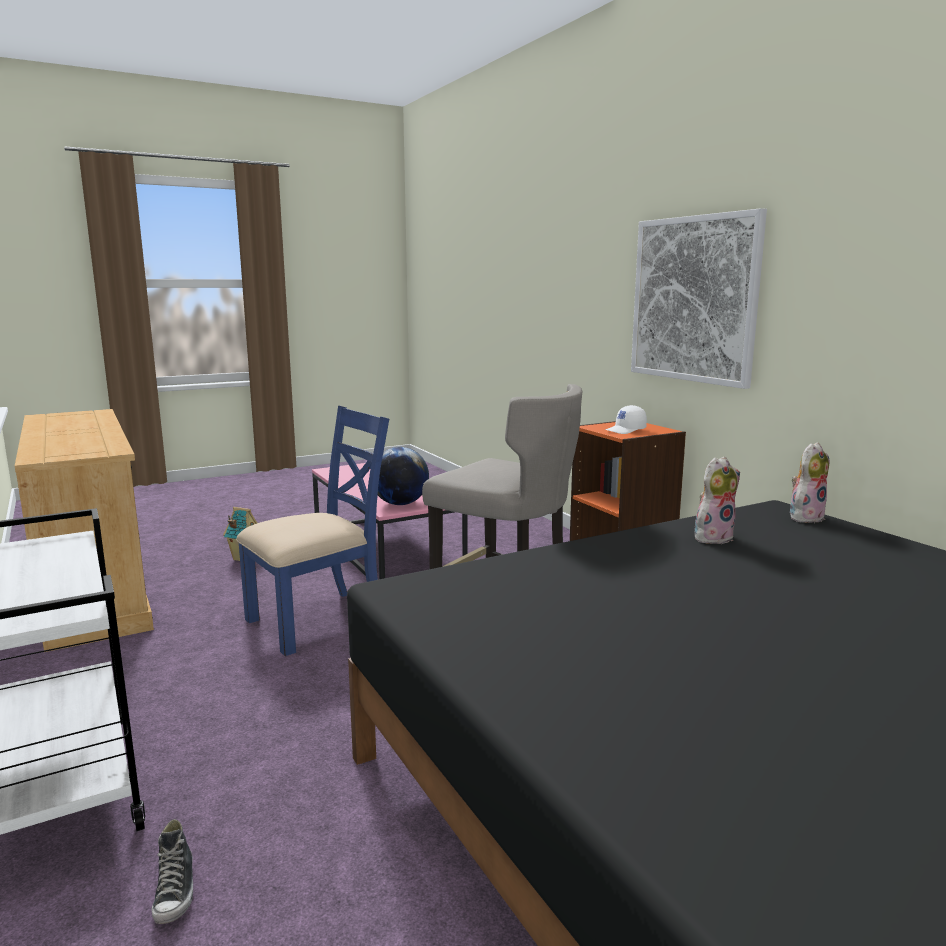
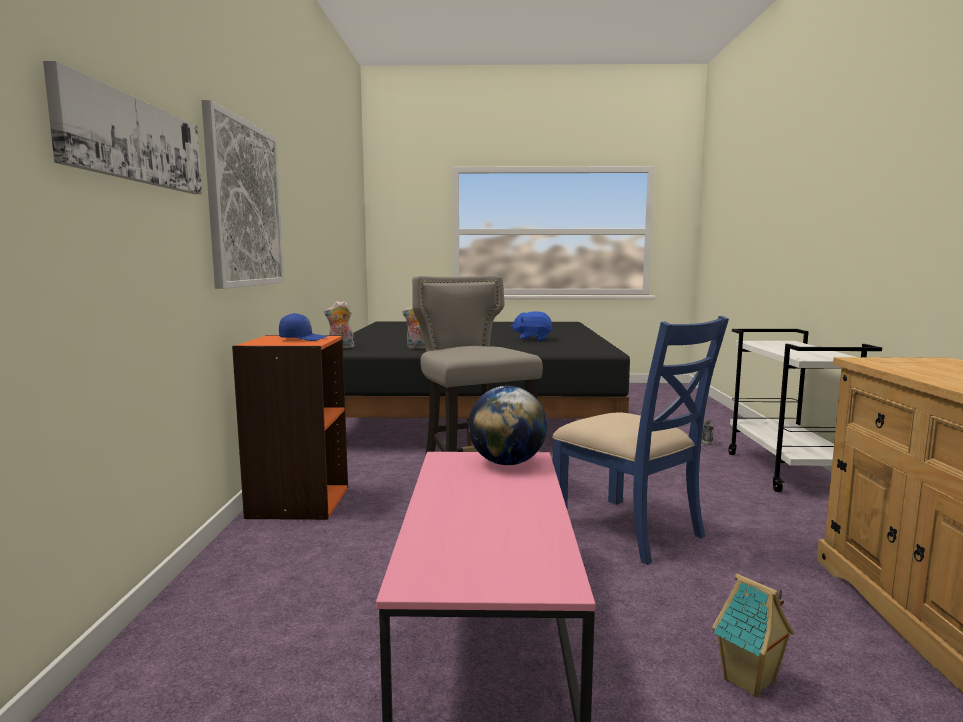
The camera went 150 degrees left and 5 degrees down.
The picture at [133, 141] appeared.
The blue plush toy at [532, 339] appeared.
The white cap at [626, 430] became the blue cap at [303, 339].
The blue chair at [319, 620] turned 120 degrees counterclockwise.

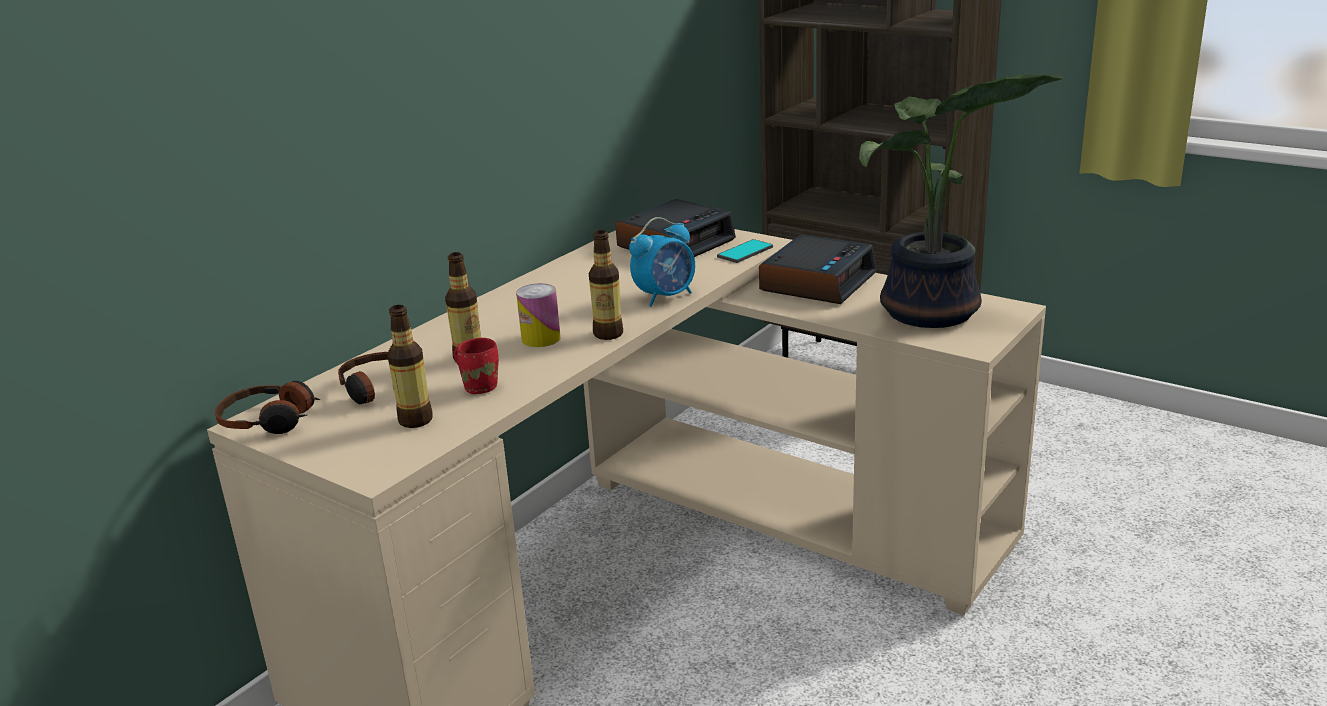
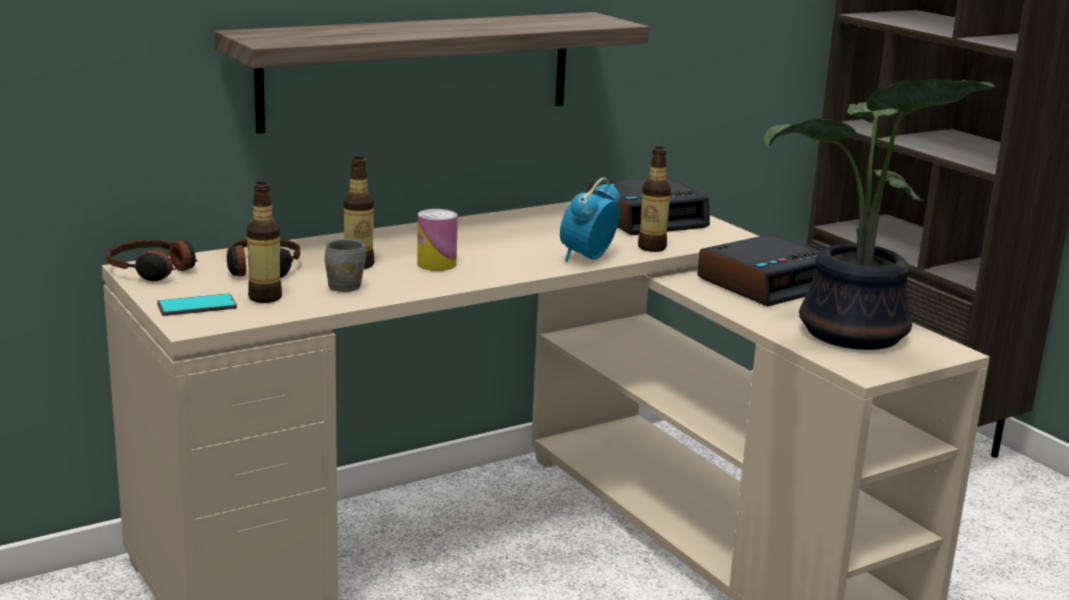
The camera went 20 degrees right and 5 degrees down.
The shelf at [419, 69] appeared.
The bottle moved from [608, 334] to [652, 247].
The phone moved from [745, 252] to [197, 306].
The red mug at [480, 386] became the grey mug at [345, 286].
The alarm clock at [665, 297] turned 135 degrees clockwise.

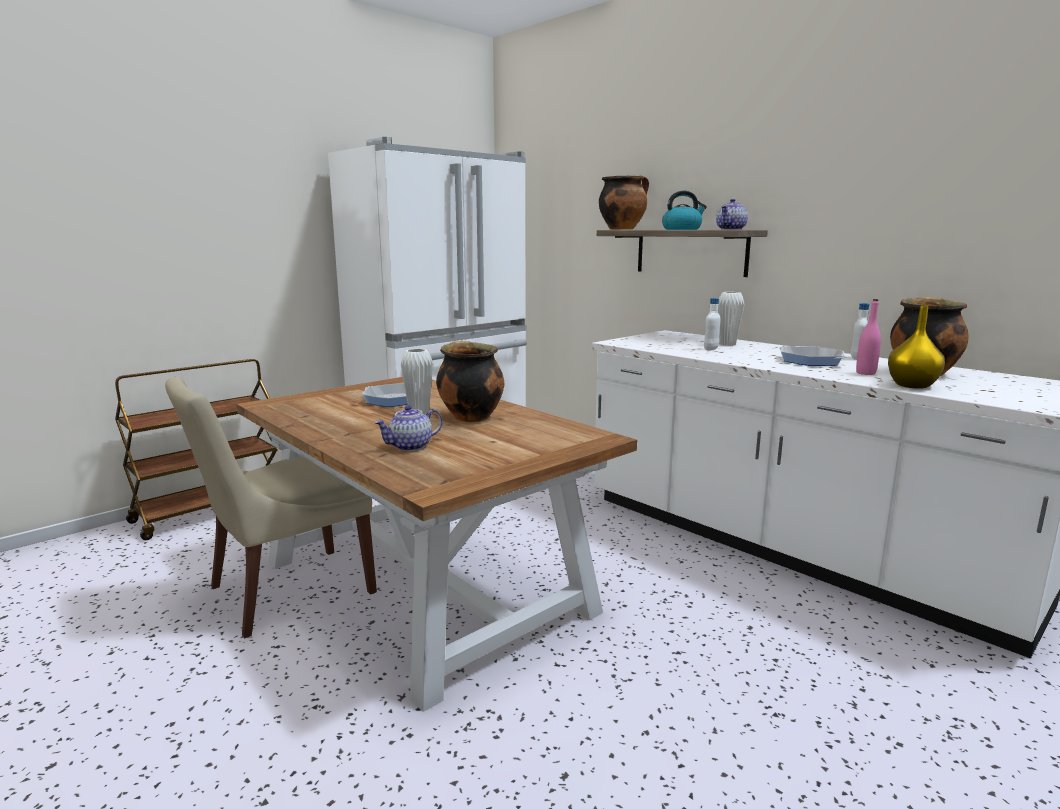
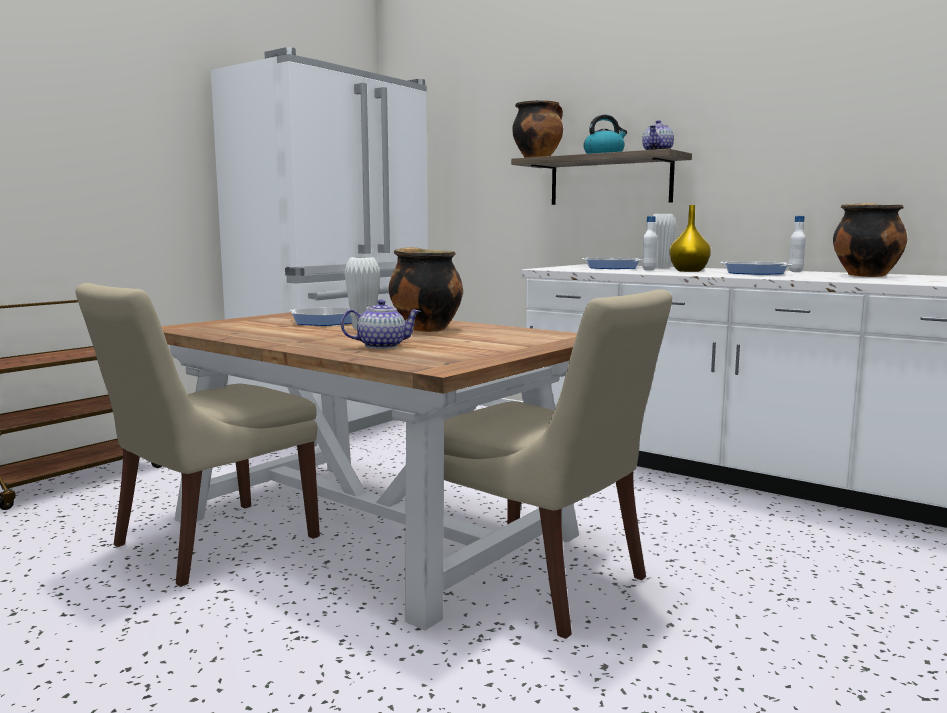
The camera went 10 degrees left and 5 degrees down.
The pink bottle at [865, 373] disappeared.
The beige chair at [542, 583] appeared.
The frying pan at [611, 267] appeared.
The yellow vase moved from [912, 386] to [689, 271].
The teapot at [410, 446] turned 150 degrees counterclockwise.

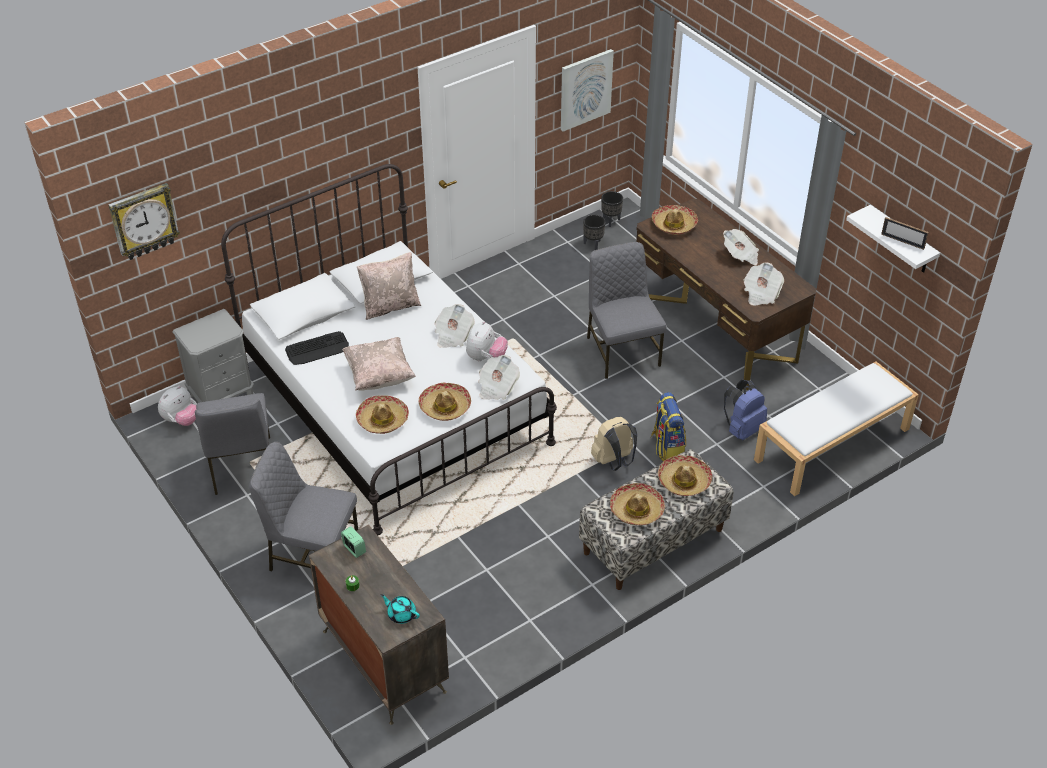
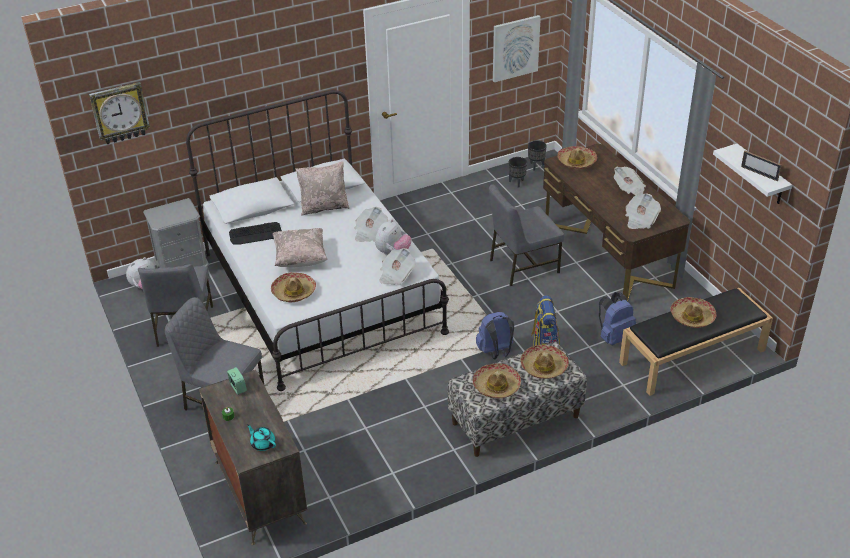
The camera went 10 degrees right and 5 degrees down.
The hat moved from [445, 407] to [692, 317].
The beige backpack at [614, 461] became the blue backpack at [496, 352].
The white bench at [832, 445] became the black bench at [692, 357].
The grey chair at [621, 351] turned 105 degrees counterclockwise.

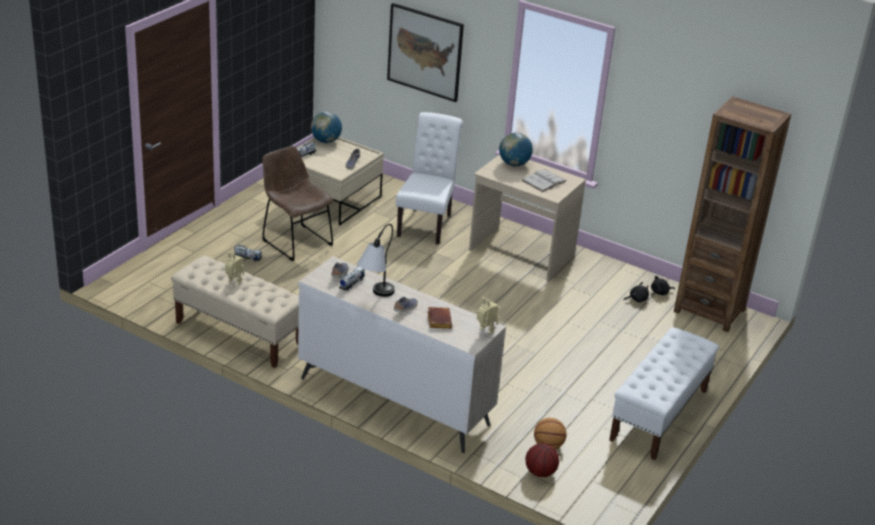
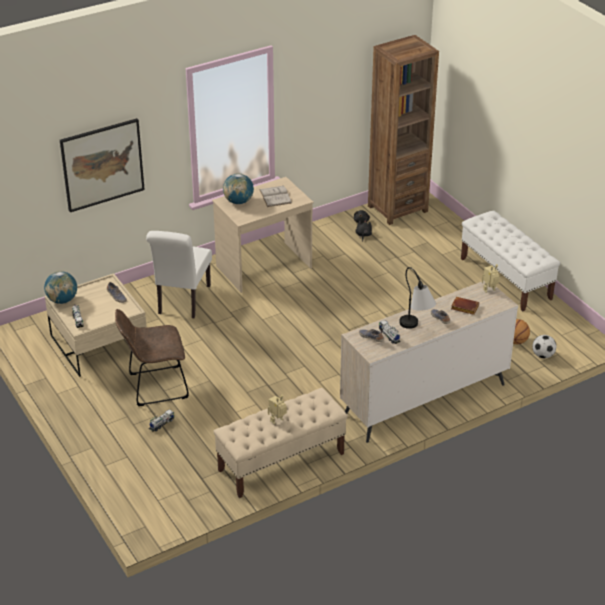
The camera went 60 degrees left and 5 degrees up.
The basketball at [540, 473] was replaced by the football at [543, 355].
The white chair at [426, 223] turned 120 degrees counterclockwise.

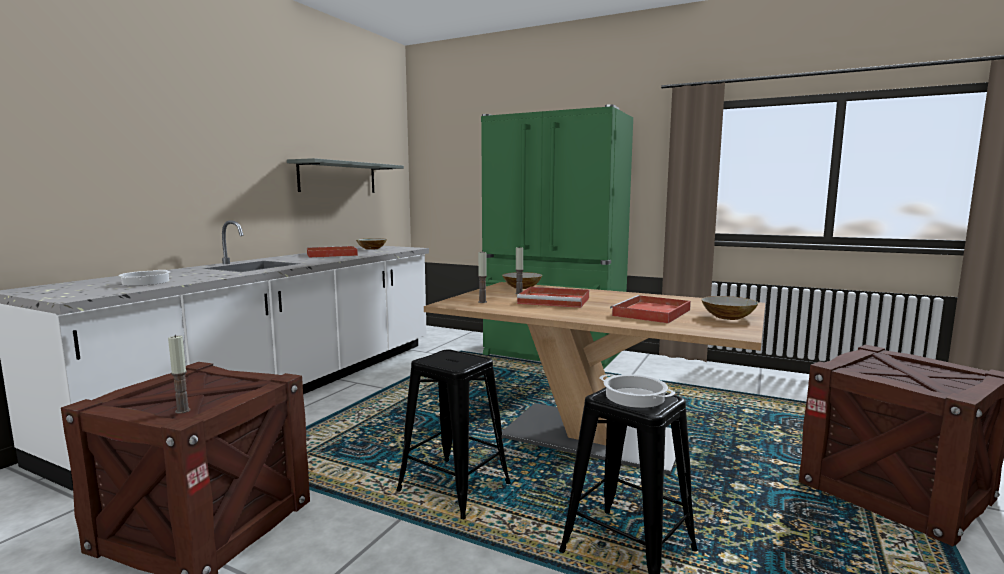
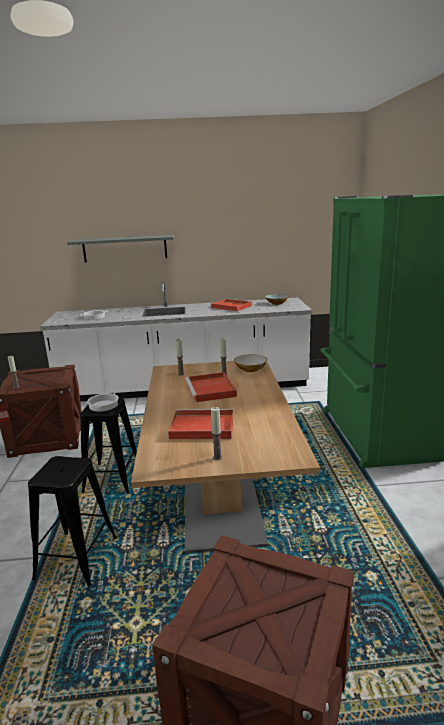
The camera went 60 degrees right and 10 degrees up.
The grey shelf moved from [338, 177] to [125, 248].
The cooking pot moved from [634, 397] to [103, 405].
The bowl at [727, 317] was replaced by the candle at [217, 457].

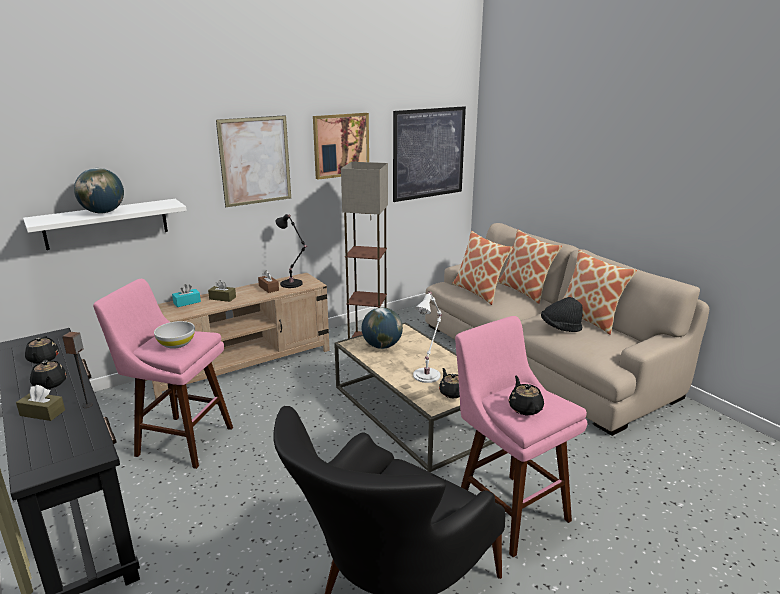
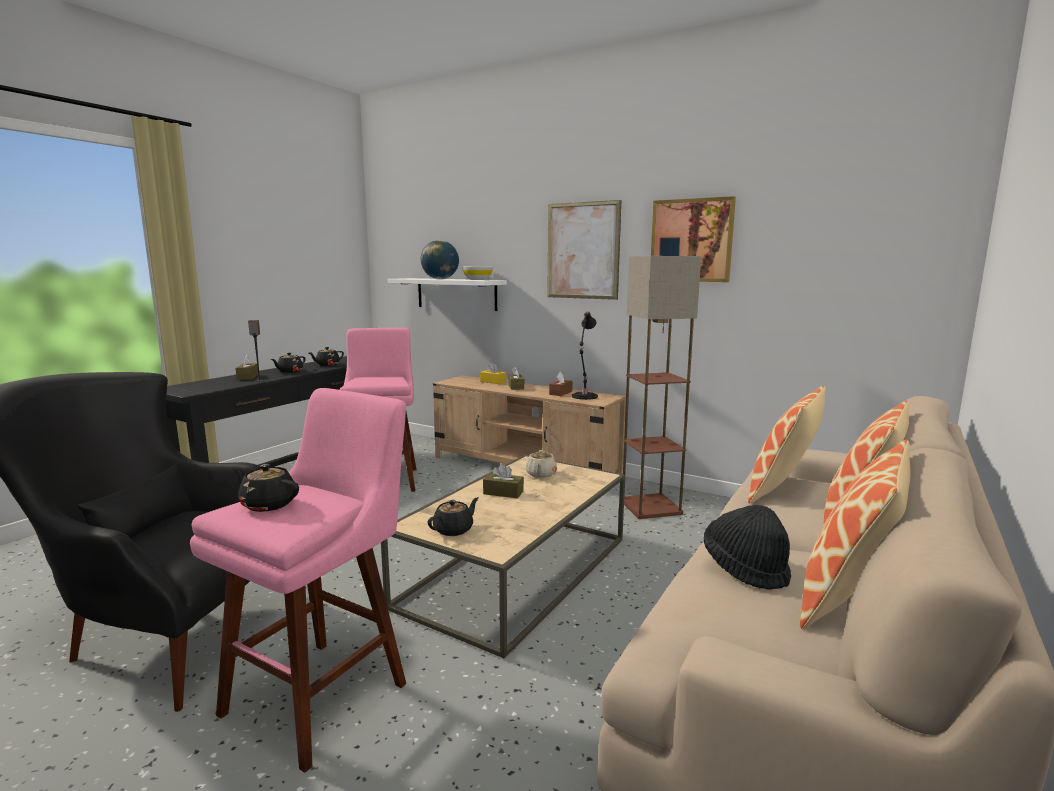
The camera went 65 degrees right and 10 degrees down.
The picture at [428, 153] disappeared.
The white table lamp at [428, 374] disappeared.
The brown tissue box at [503, 492] appeared.
The white bowl moved from [176, 344] to [477, 279].
The globe at [382, 346] was replaced by the beige teapot at [541, 474].
The turquoise tissue box at [187, 302] became the yellow tissue box at [493, 382].
The black teapot at [525, 408] turned 120 degrees counterclockwise.

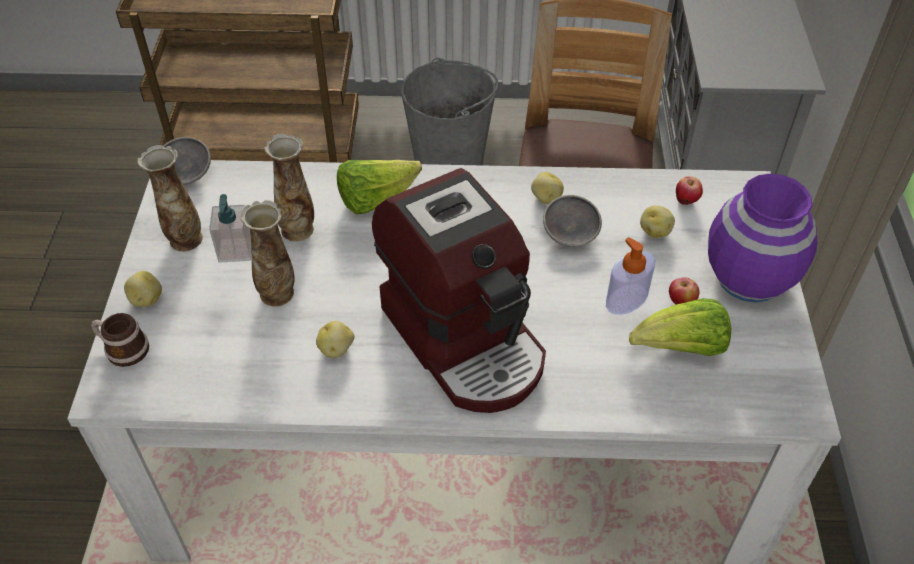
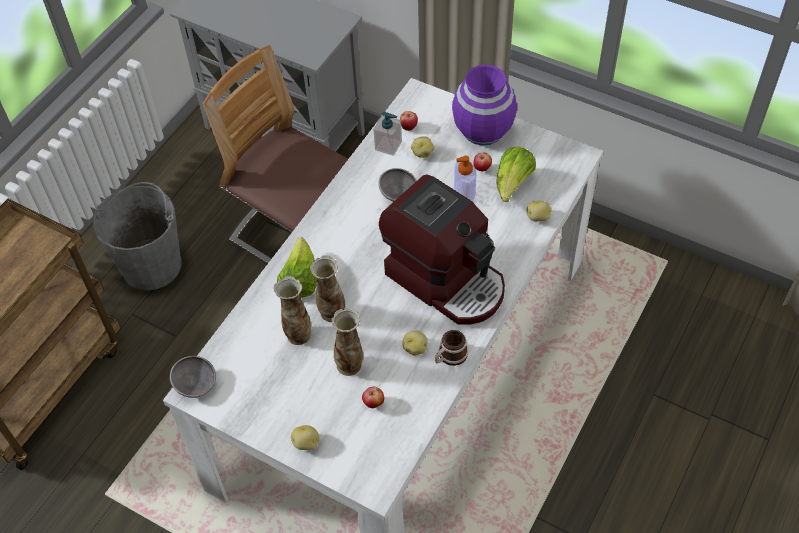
The camera went 60 degrees left and 5 degrees up.
The apple at [373, 403] appeared.
The mug moved from [122, 348] to [449, 356].
The vase moved from [185, 239] to [331, 313].
The soap dispenser moved from [235, 250] to [388, 146].
The potato moved from [546, 198] to [538, 217].
The coffee machine at [466, 338] turned 45 degrees clockwise.

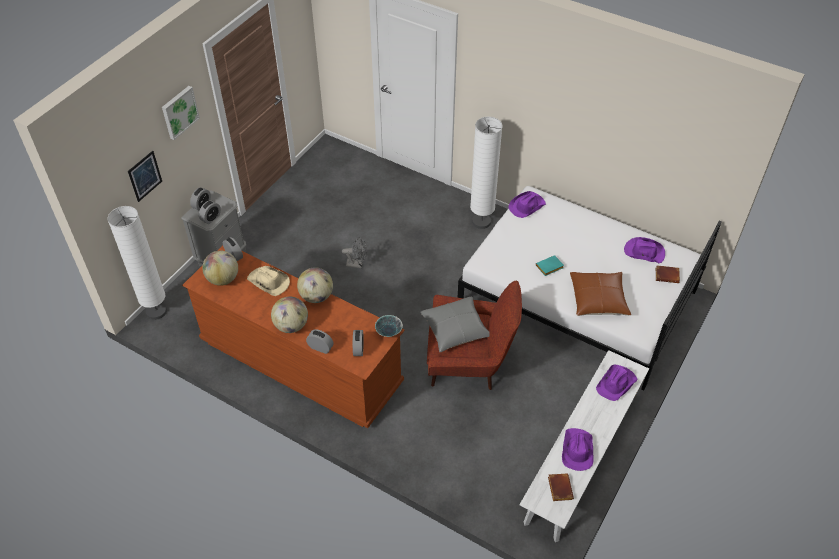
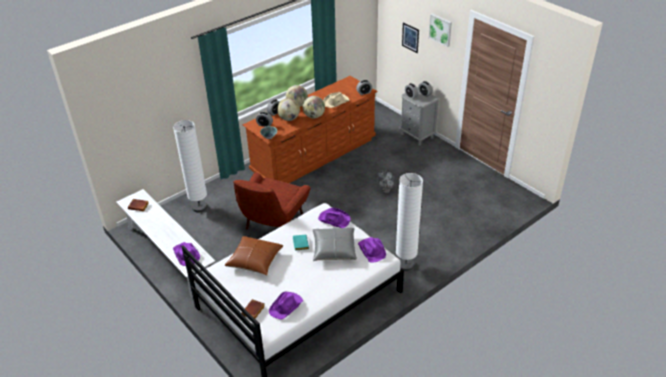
The camera went 110 degrees right and 10 degrees down.
The white floor lamp moved from [156, 311] to [199, 207].
The globe moved from [223, 279] to [289, 119].
The grey pillow moved from [455, 329] to [334, 249].
The purple hat moved from [577, 450] to [334, 219].

